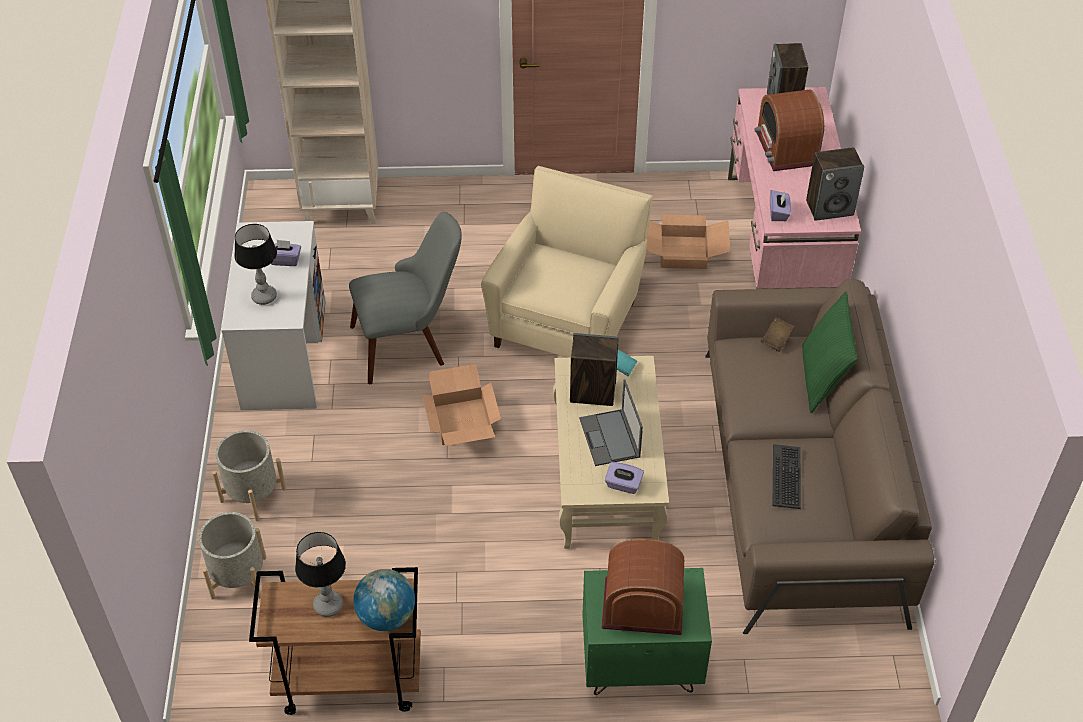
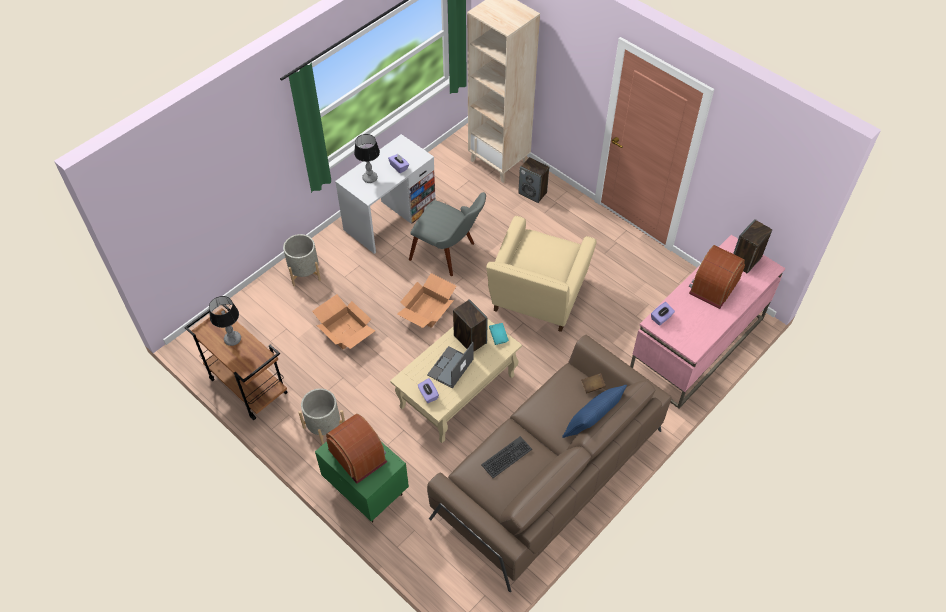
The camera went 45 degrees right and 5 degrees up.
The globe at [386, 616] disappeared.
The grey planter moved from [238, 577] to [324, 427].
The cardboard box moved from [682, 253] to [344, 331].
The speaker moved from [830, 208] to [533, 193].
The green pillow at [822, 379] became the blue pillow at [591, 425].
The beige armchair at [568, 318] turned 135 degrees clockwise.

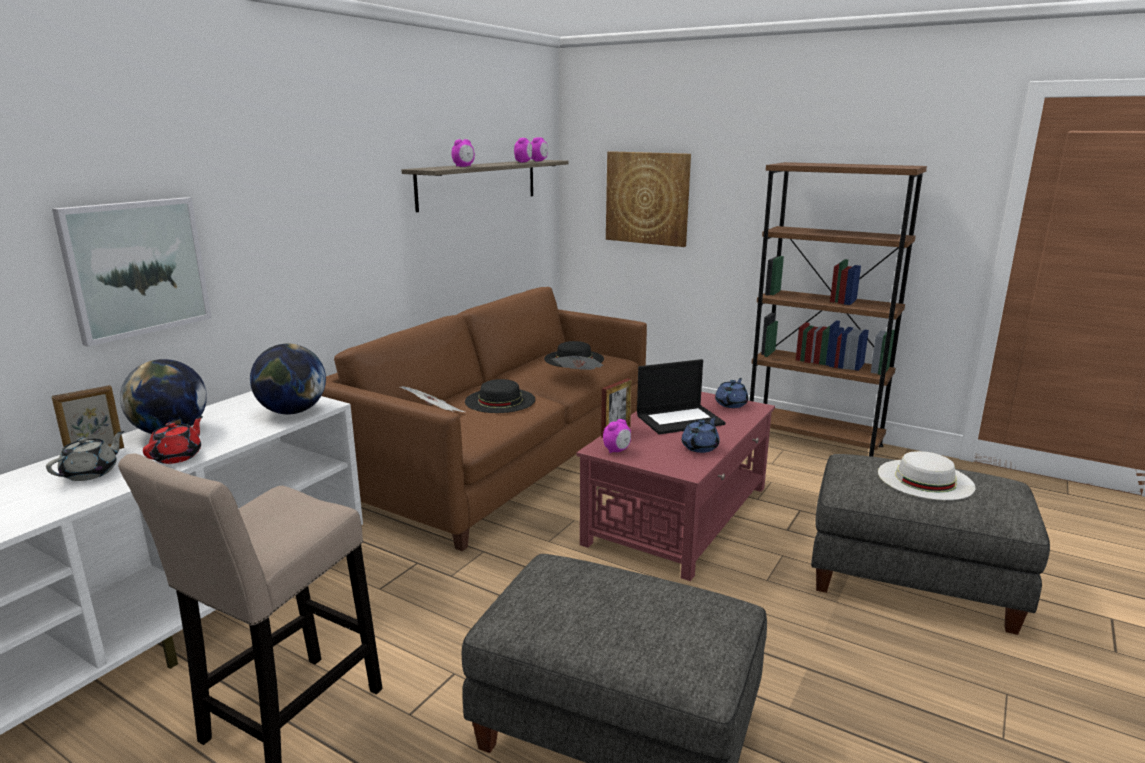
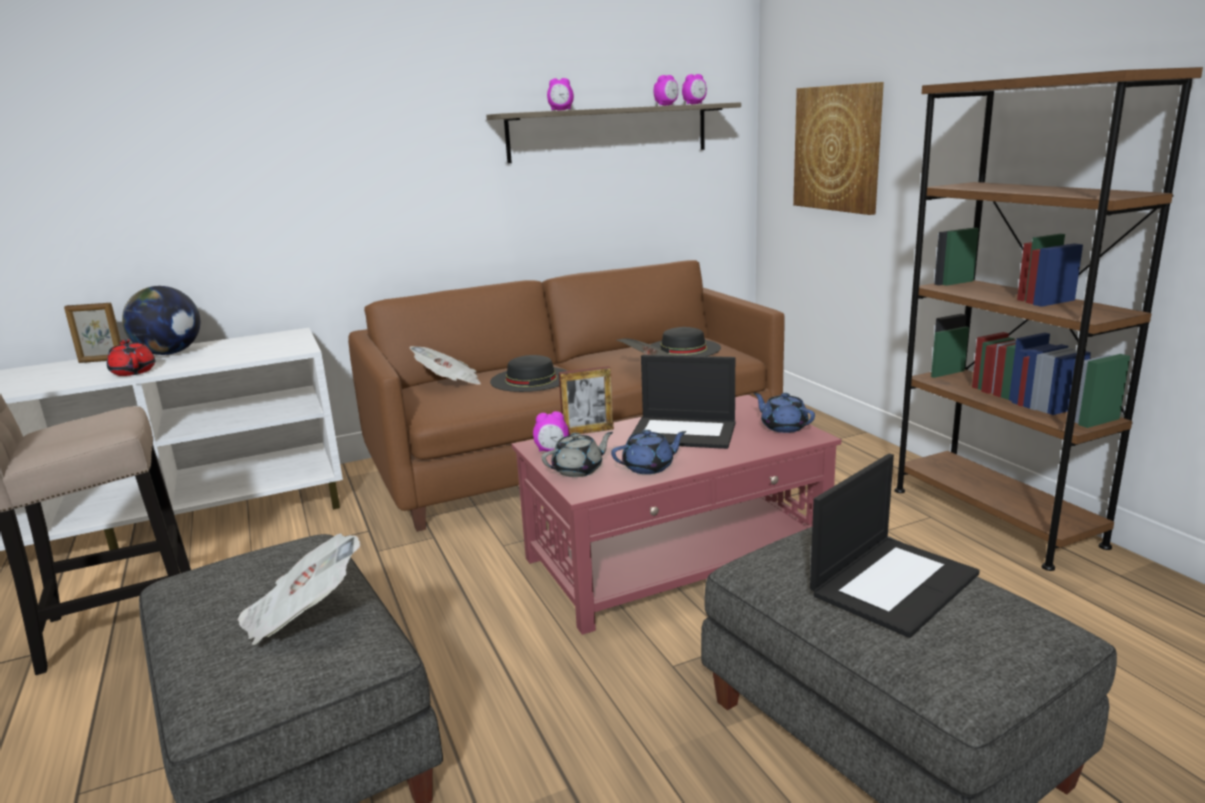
The camera went 35 degrees right and 0 degrees up.
The picture at [136, 268] disappeared.
The globe at [292, 412] disappeared.
The newspaper at [302, 616] appeared.
The grey teapot moved from [91, 473] to [578, 470].
The white hat at [925, 479] was replaced by the laptop at [893, 583].
The red teapot at [178, 456] turned 90 degrees counterclockwise.
The blue teapot at [731, 404] turned 105 degrees counterclockwise.

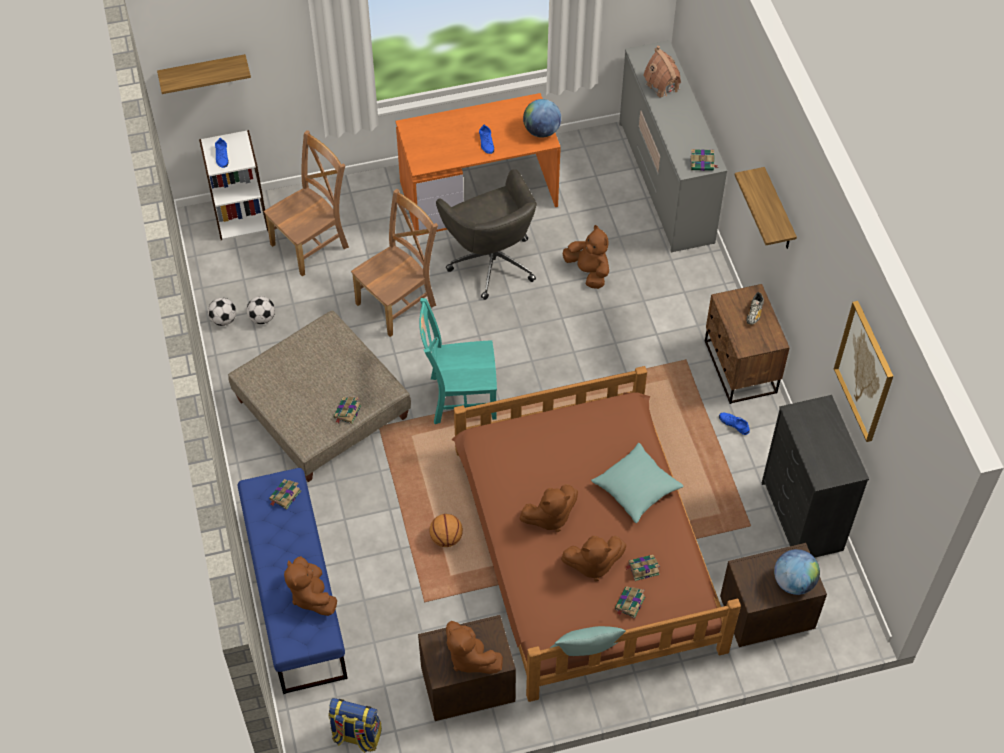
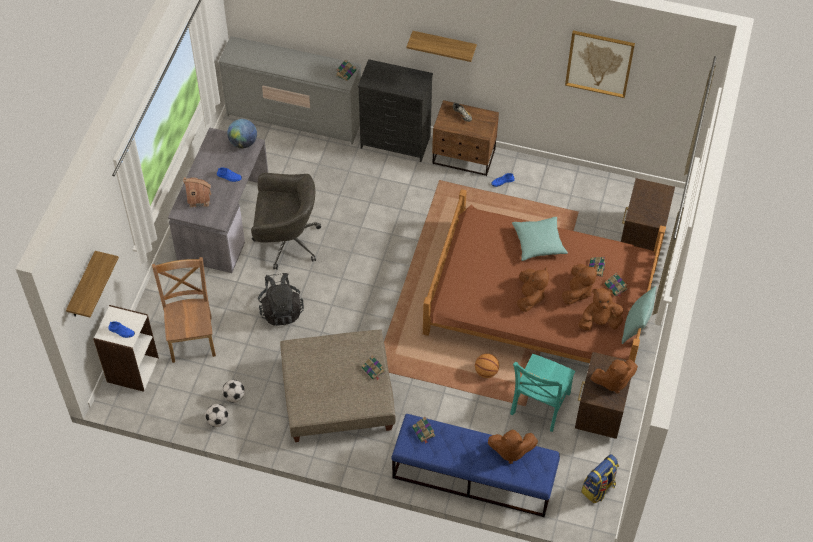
The camera went 60 degrees left and 0 degrees up.
The globe at [793, 582] disappeared.
The turquoise chair moved from [459, 398] to [539, 406].
The brown plush toy moved from [588, 271] to [599, 322].
The toy house moved from [662, 86] to [199, 199].
The black dresser moved from [801, 516] to [395, 142].
The brown chair at [398, 302] was replaced by the black backpack at [281, 310].
The orange desk at [479, 193] became the grey desk at [223, 220].

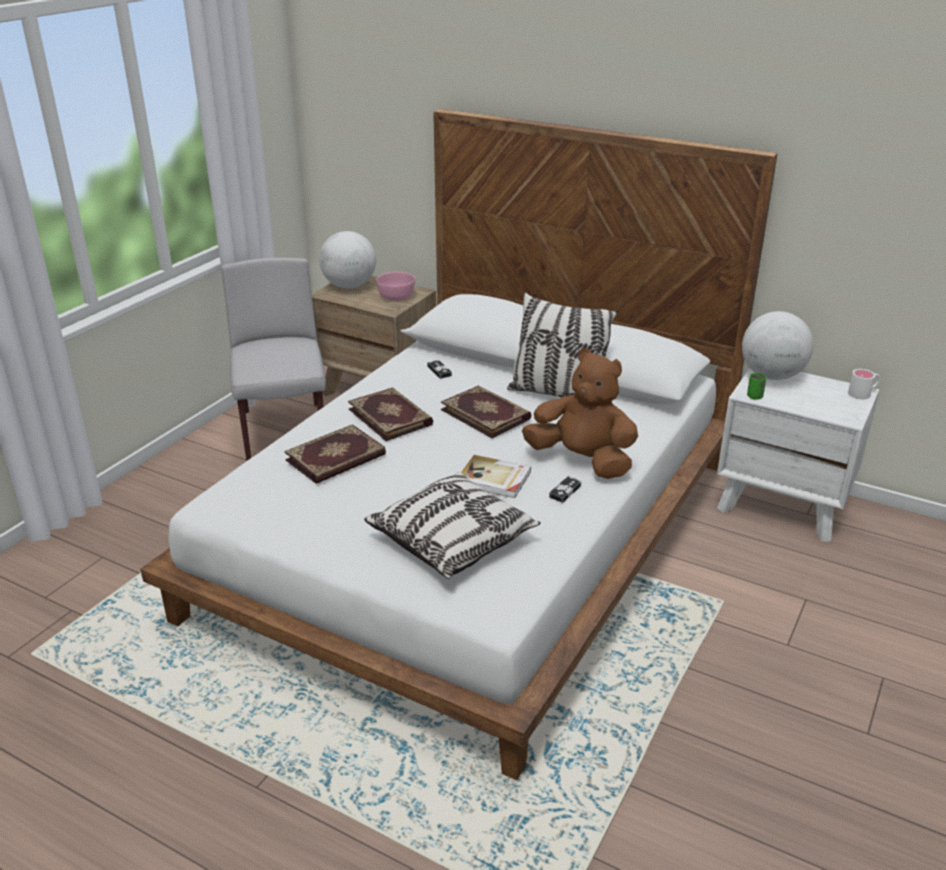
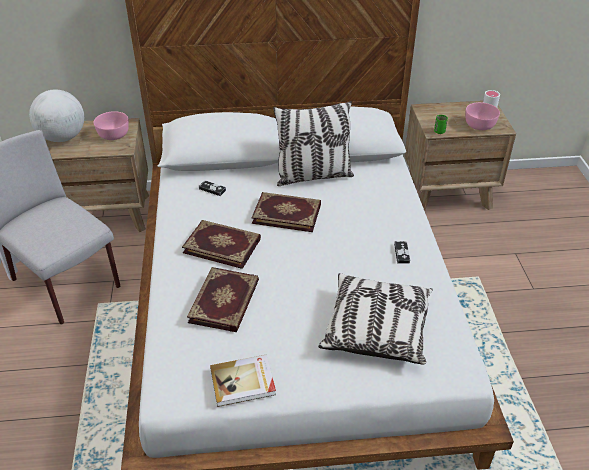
The camera went 35 degrees left and 10 degrees up.
The brown plush toy at [582, 461] disappeared.
The globe at [771, 376] disappeared.
The pink bowl at [480, 124] appeared.
The book moved from [494, 479] to [243, 382].
The white nightstand at [783, 504] became the brown nightstand at [448, 193].

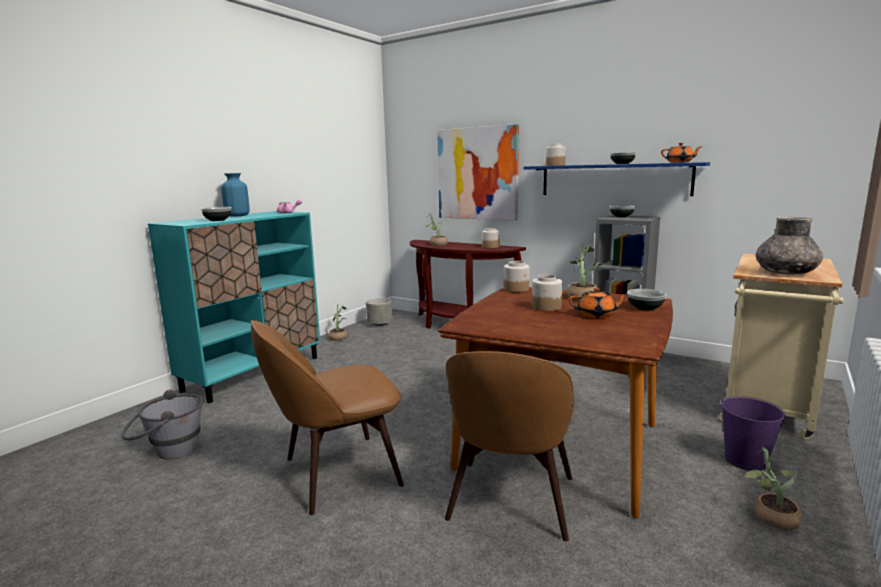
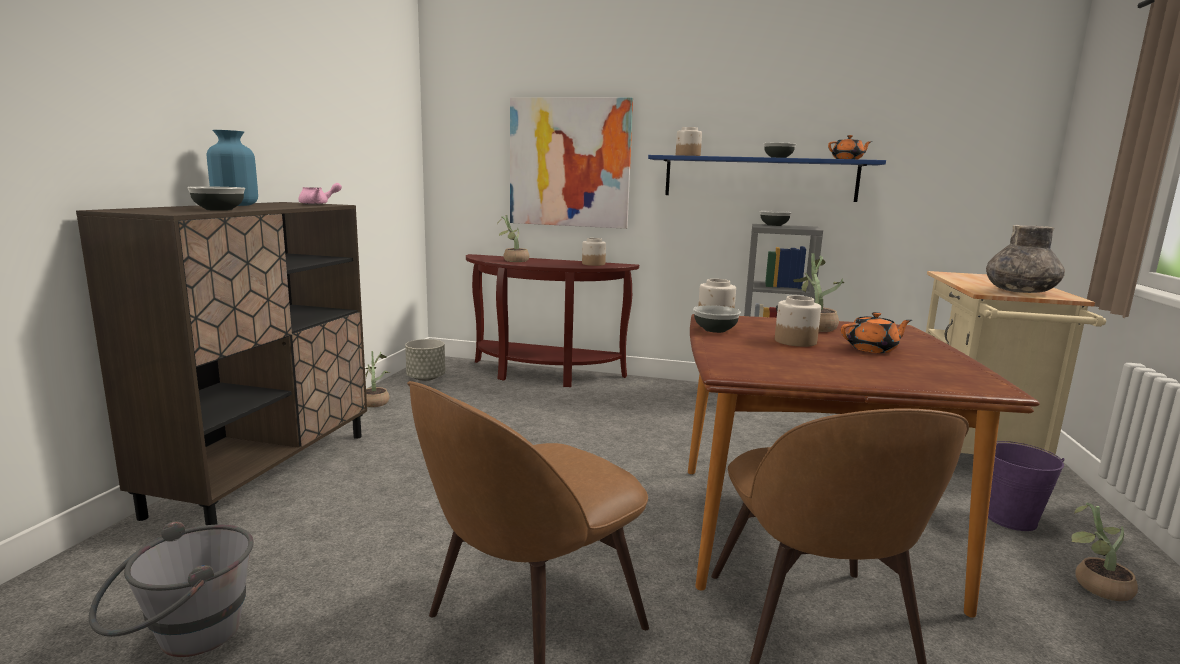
The camera went 20 degrees left and 0 degrees up.
The bowl moved from [645, 308] to [715, 330].
The turquoise cabinet at [254, 373] became the brown cabinet at [266, 471].

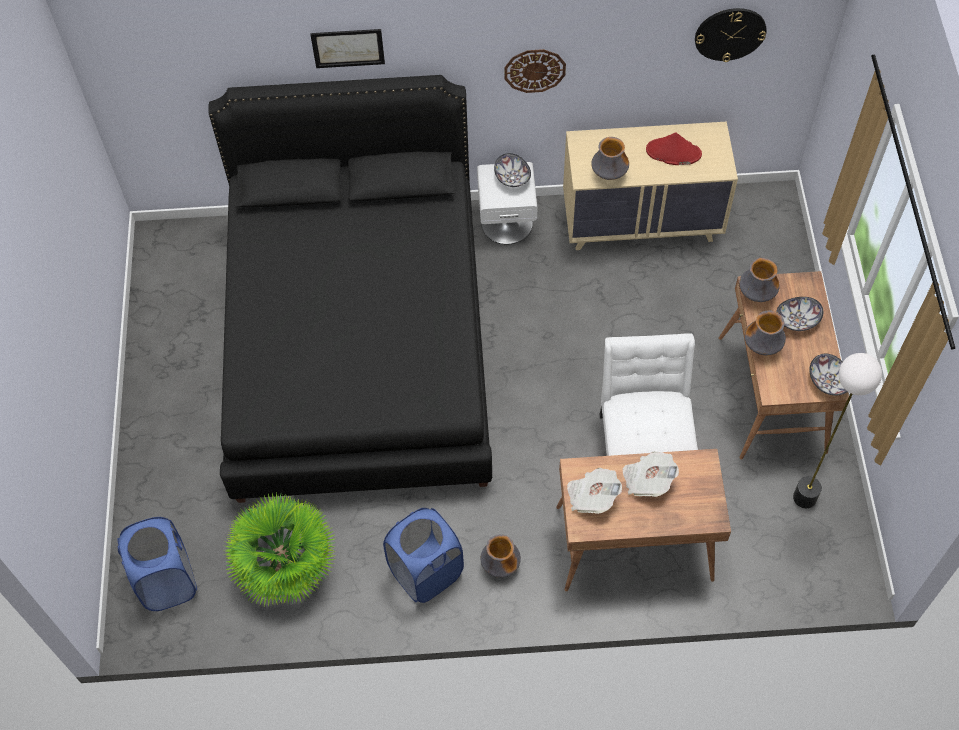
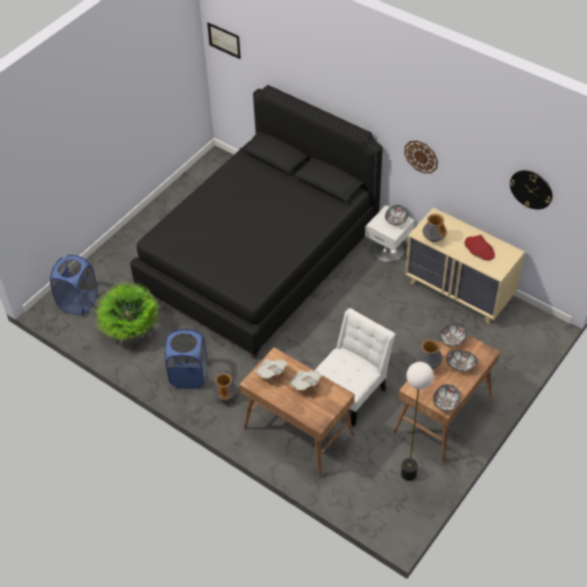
The camera went 40 degrees right and 10 degrees down.
The picture moved from [348, 48] to [224, 40].
The vase at [756, 294] was replaced by the bowl at [452, 340].

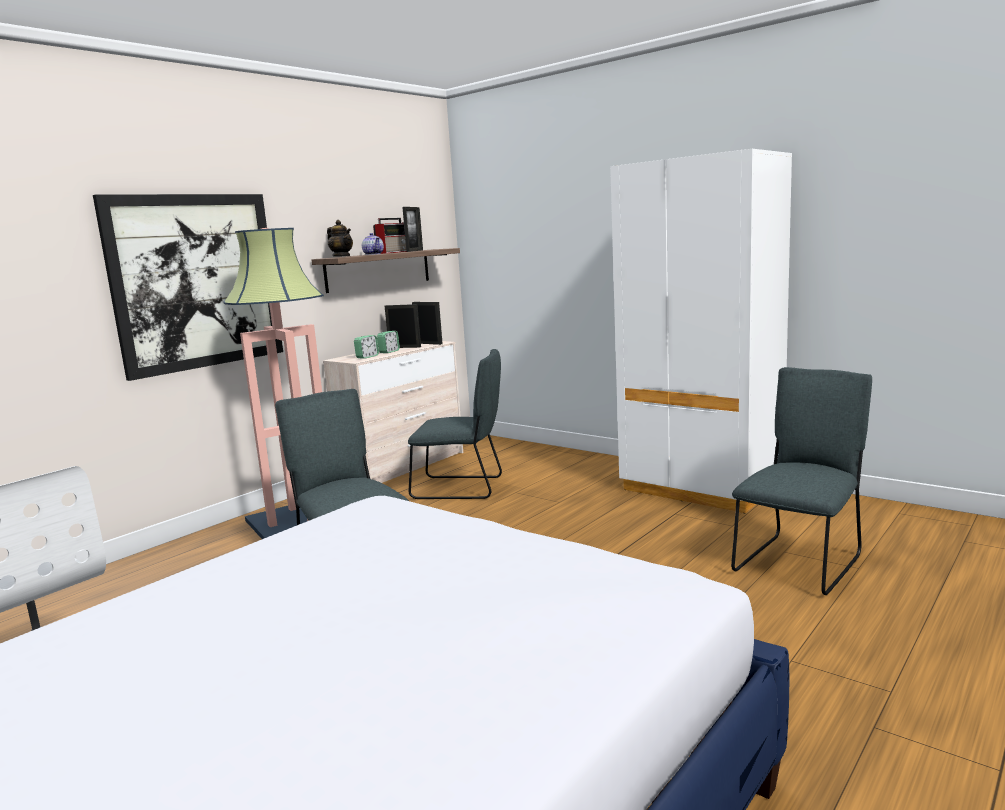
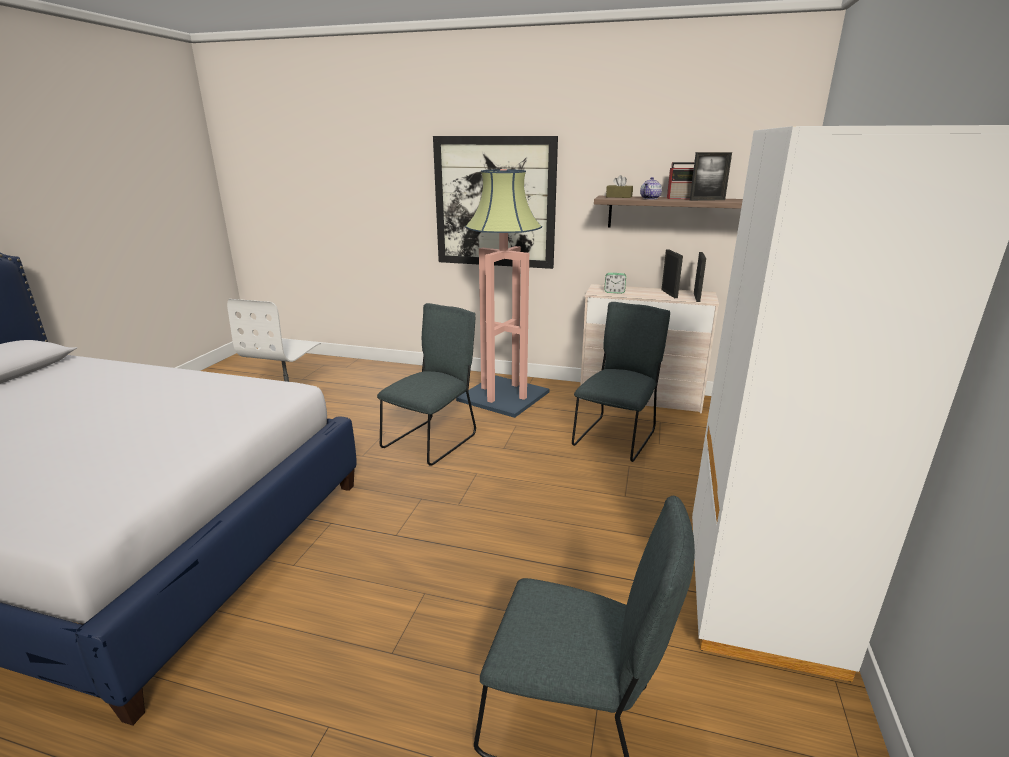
The camera went 65 degrees right and 10 degrees up.
The alarm clock at [389, 352] disappeared.
The teapot at [341, 256] was replaced by the brown tissue box at [619, 197].
The grey chair at [462, 488] turned 135 degrees counterclockwise.

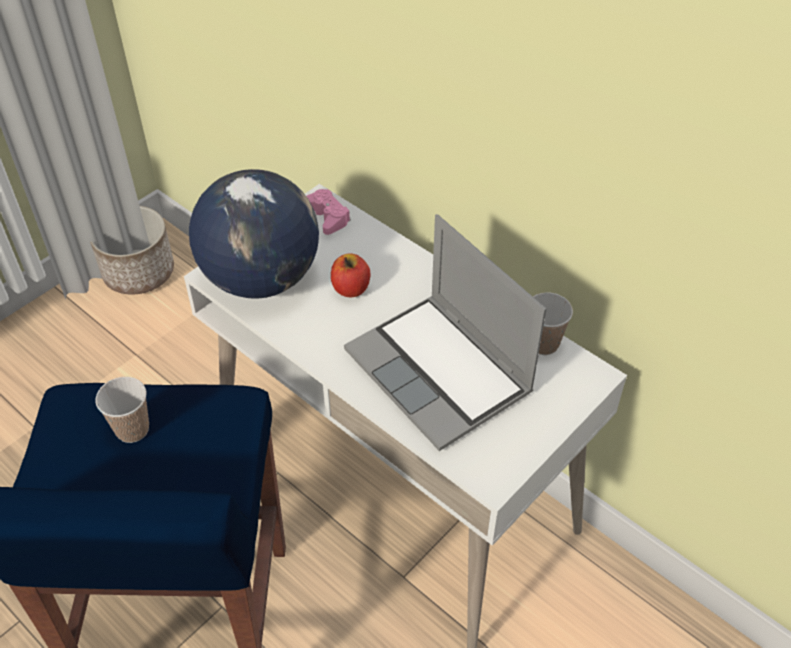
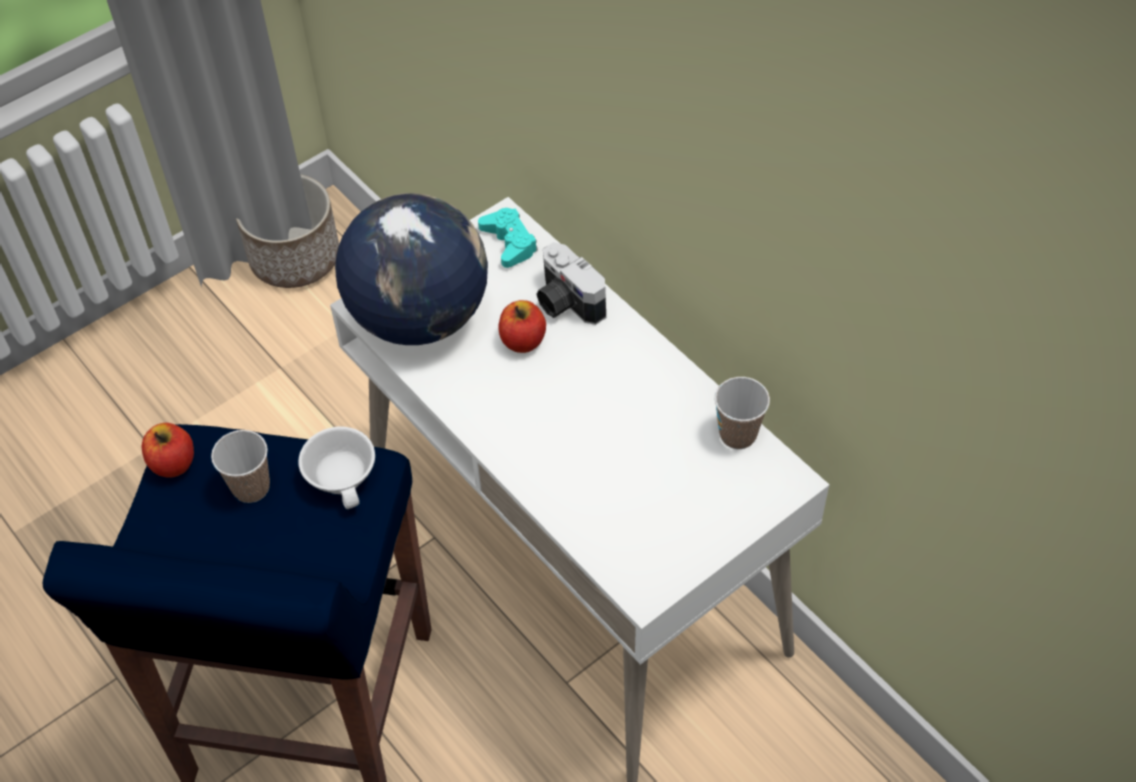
The camera went 10 degrees right and 5 degrees up.
The laptop at [441, 372] disappeared.
The apple at [173, 463] appeared.
The white cup at [345, 477] appeared.
The photo camera at [566, 302] appeared.
The pink game controller at [326, 216] became the turquoise game controller at [509, 242].

